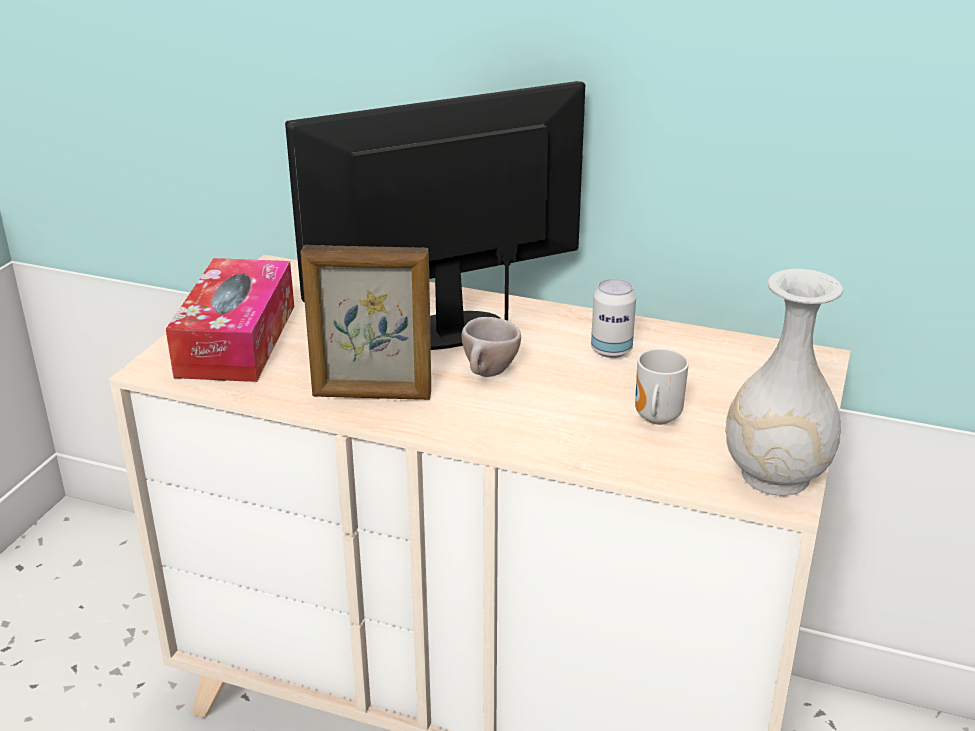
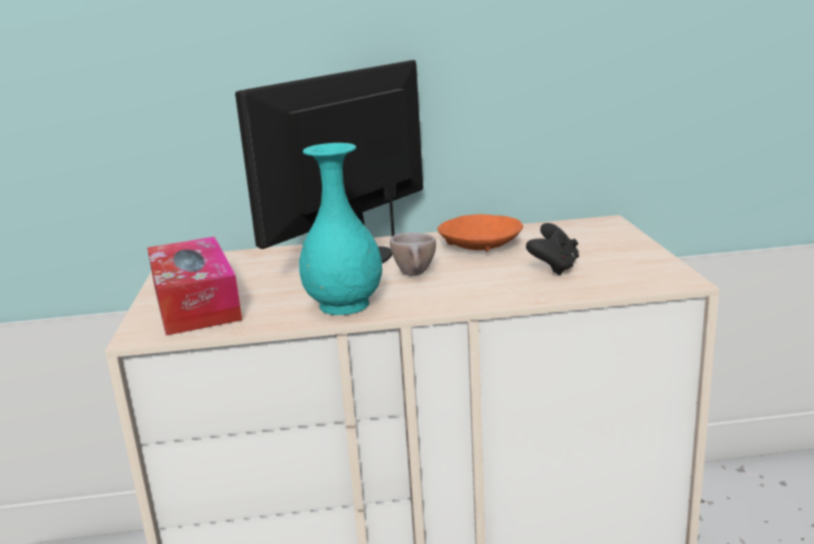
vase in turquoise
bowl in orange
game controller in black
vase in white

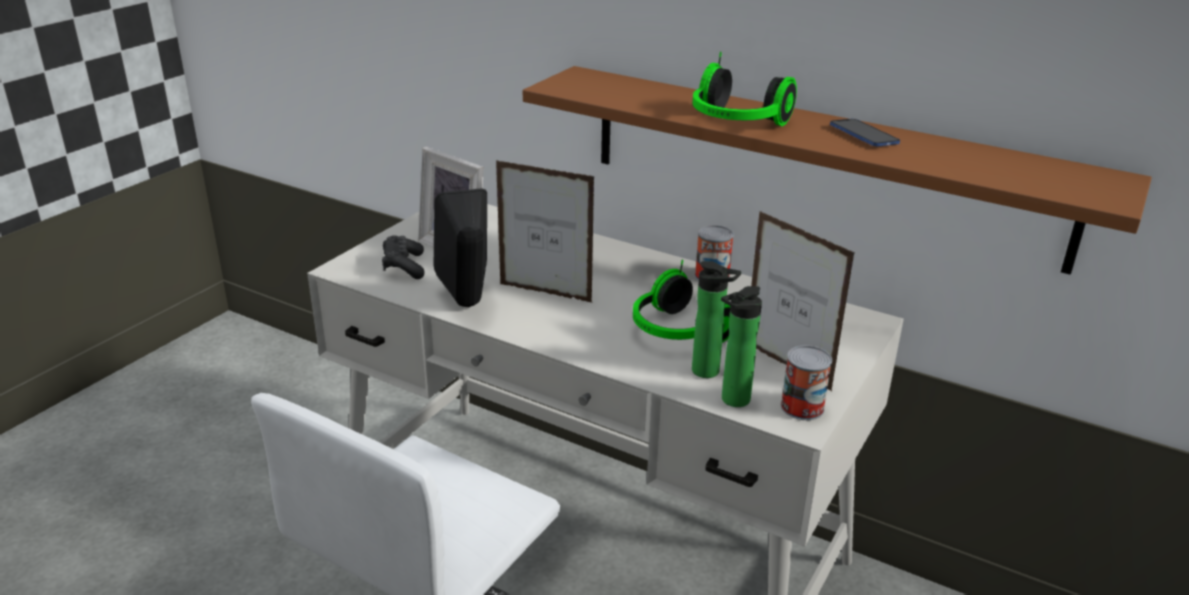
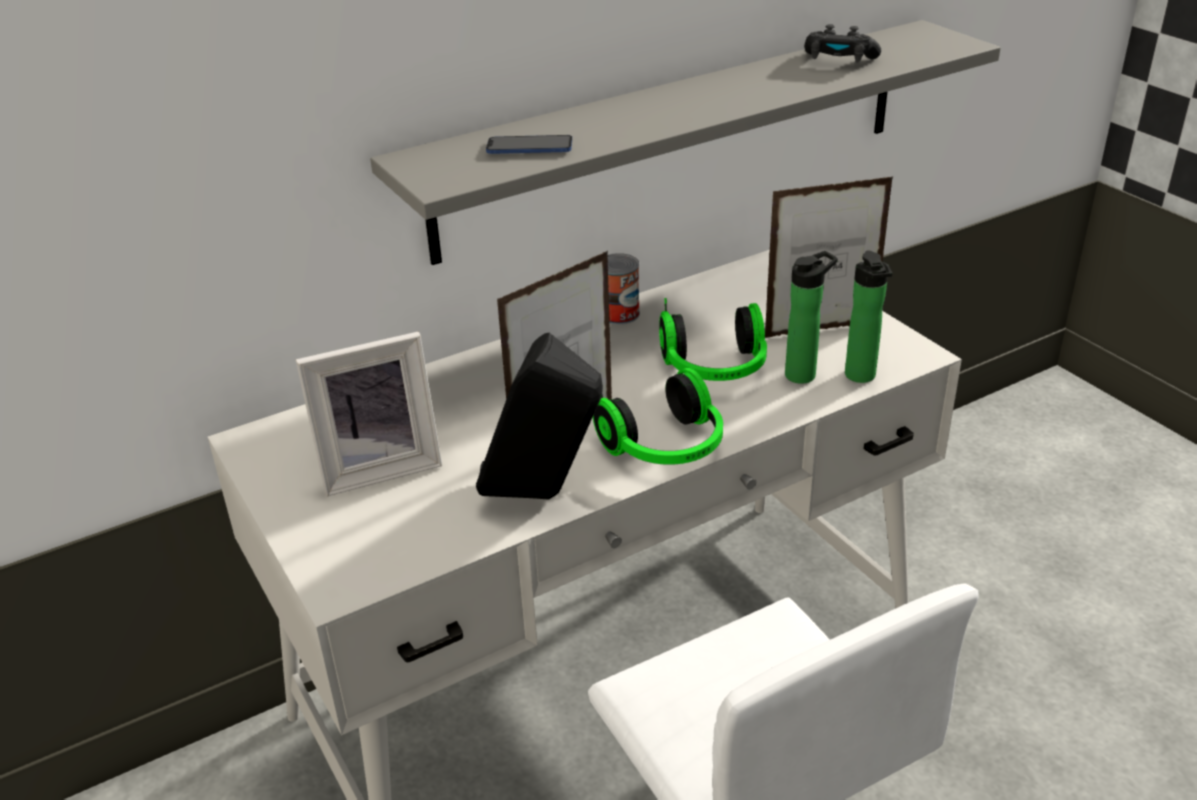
shelf in grey
phone
headphones (no. 1 from left)
game controller in black
can (no. 2 from left in the first image)

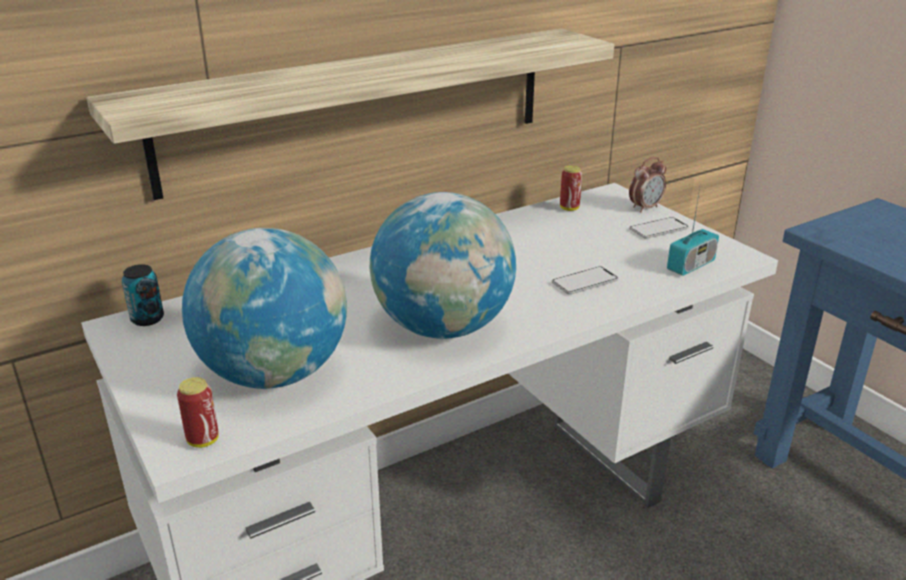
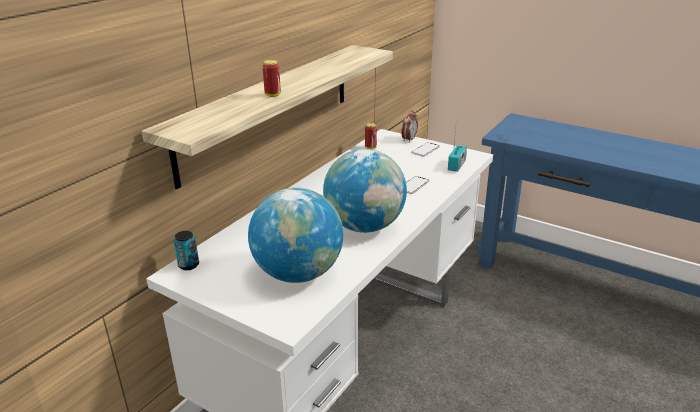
can (no. 2 from left)

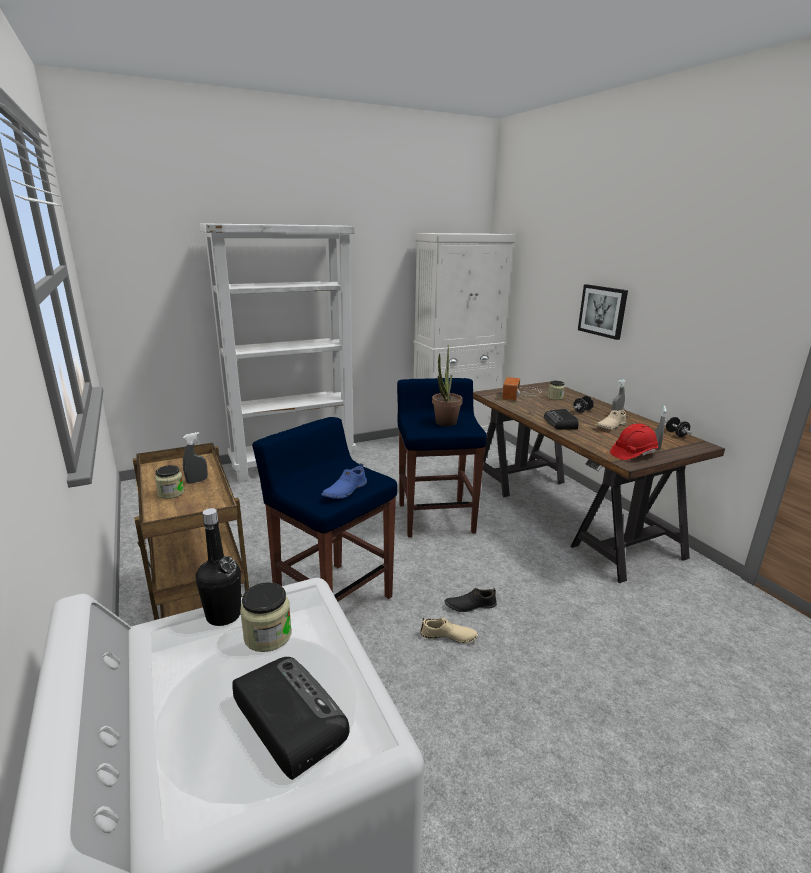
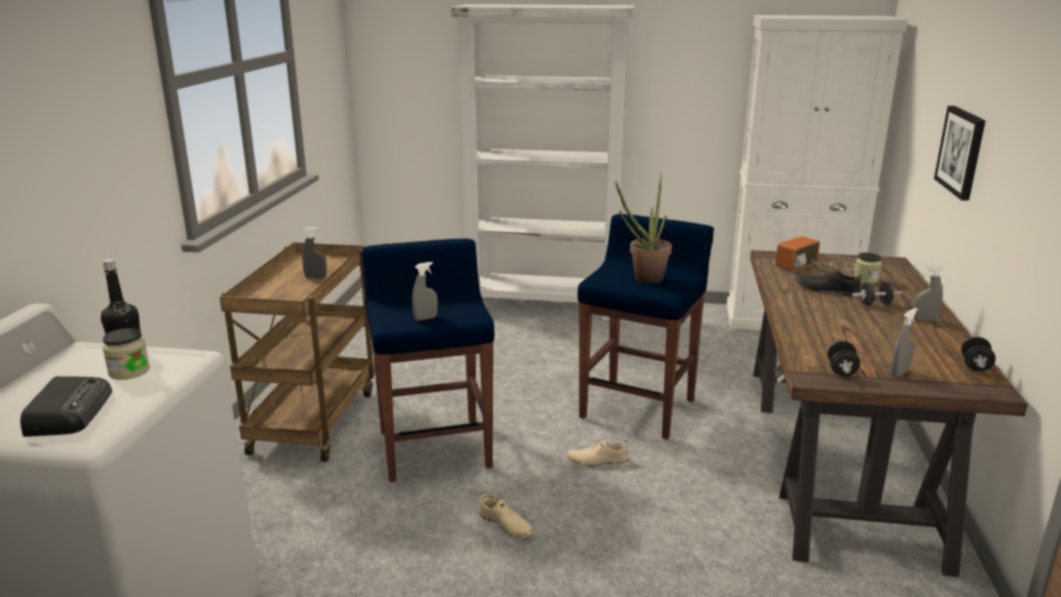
spray bottle in grey (no. 2 from left)
shoe in beige (no. 2 from left)
shoe in black
dumbbell in black (no. 1 from left)
jar (no. 1 from left in the first image)
radio (no. 3 from left in the first image)

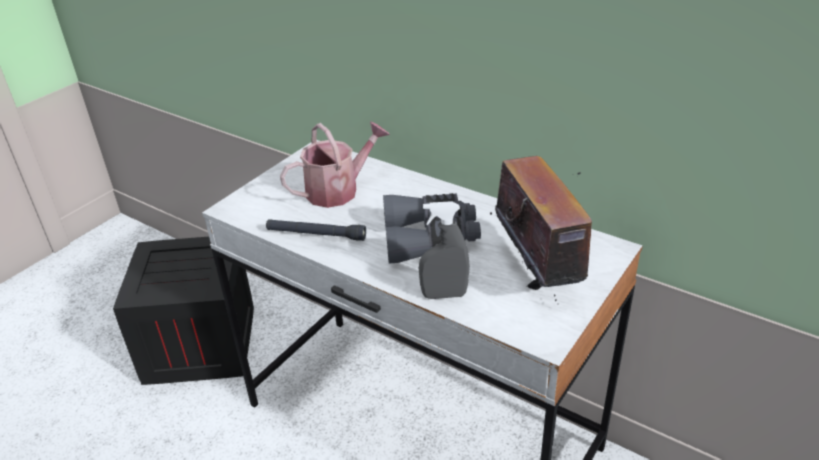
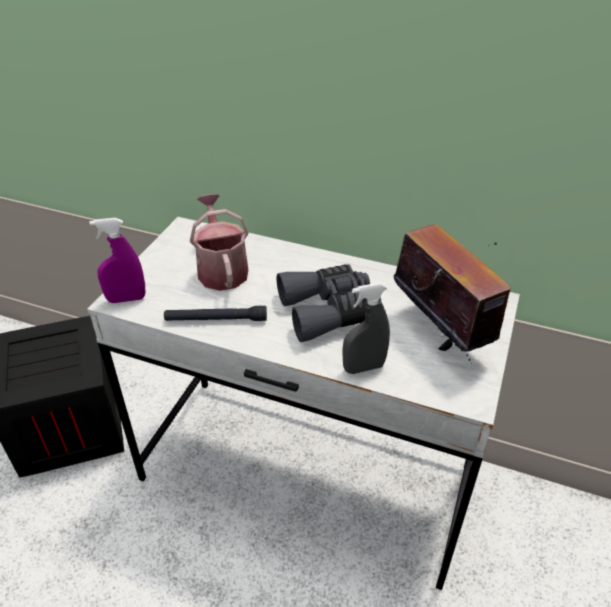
spray bottle in purple
watering can

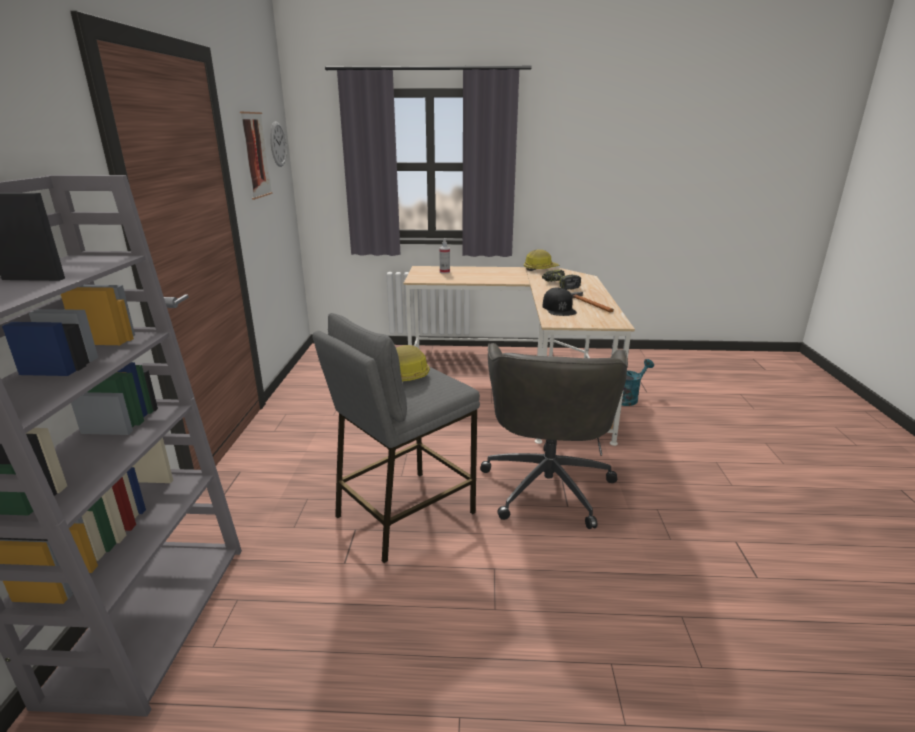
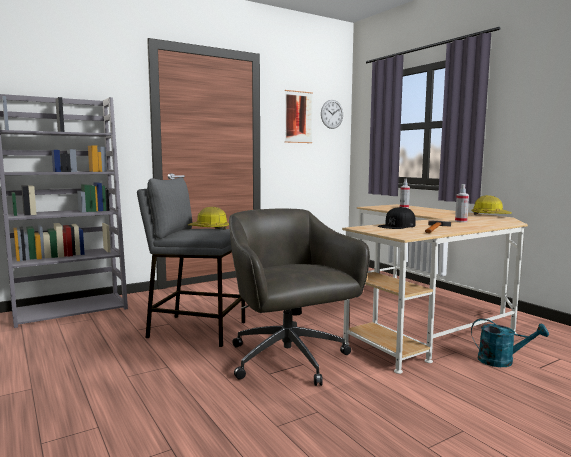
office chair in grey
spray bottle (no. 2 from left)

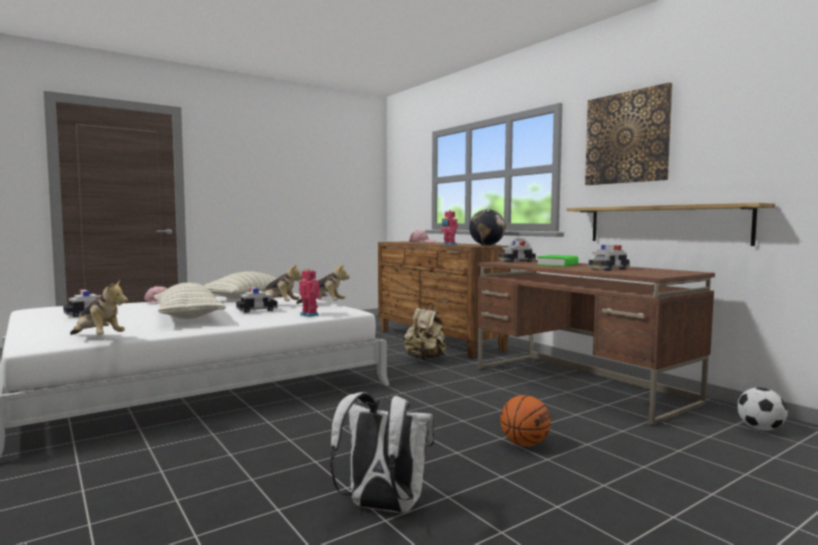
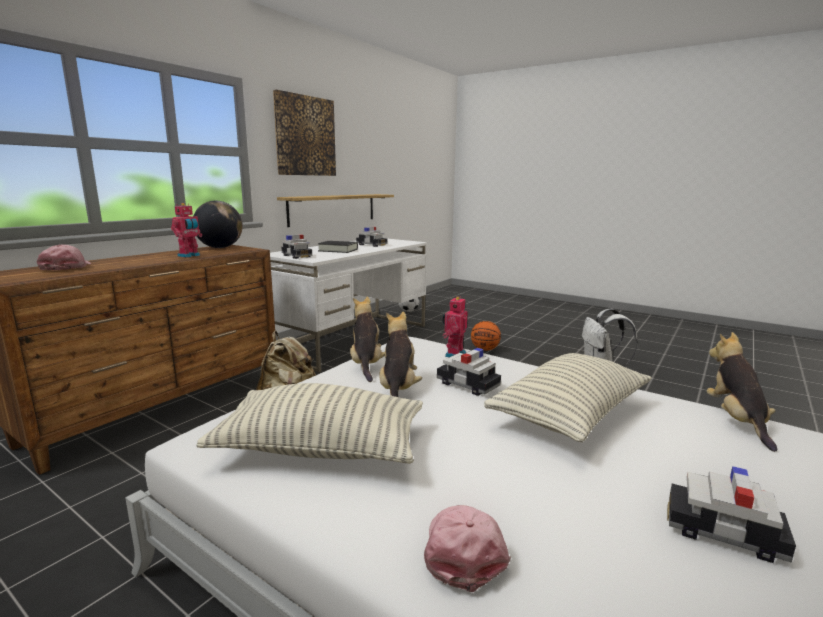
desk in white
book in black

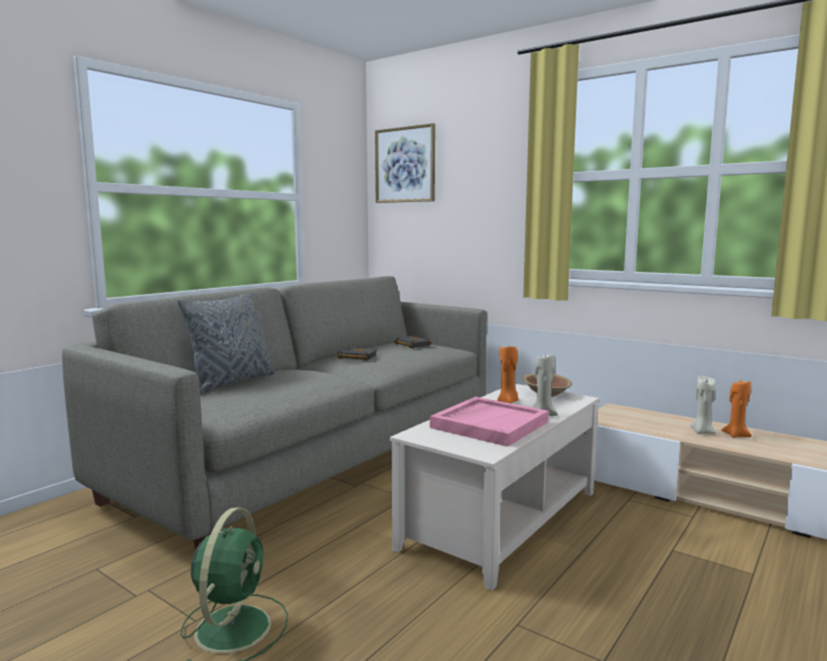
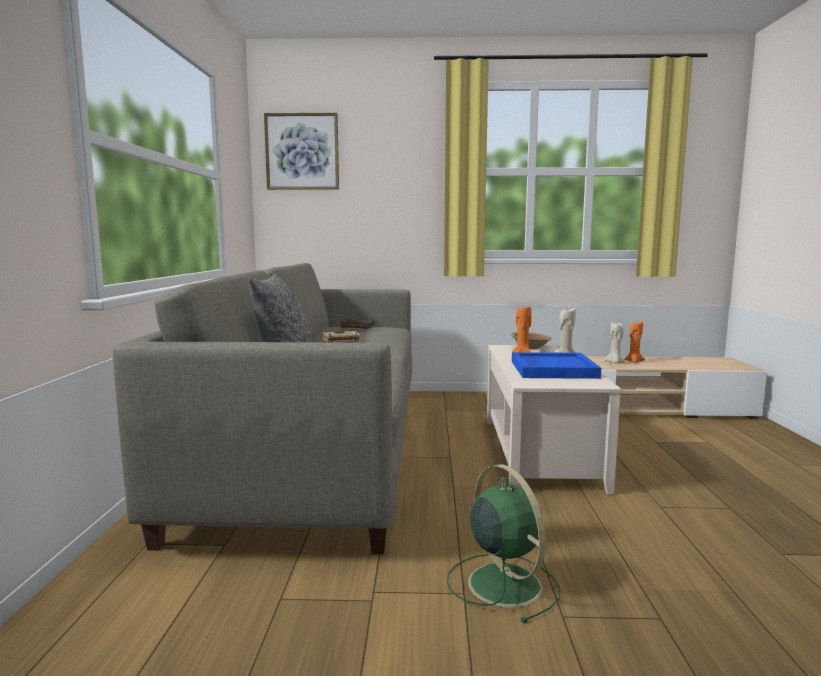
book in beige
tray in blue

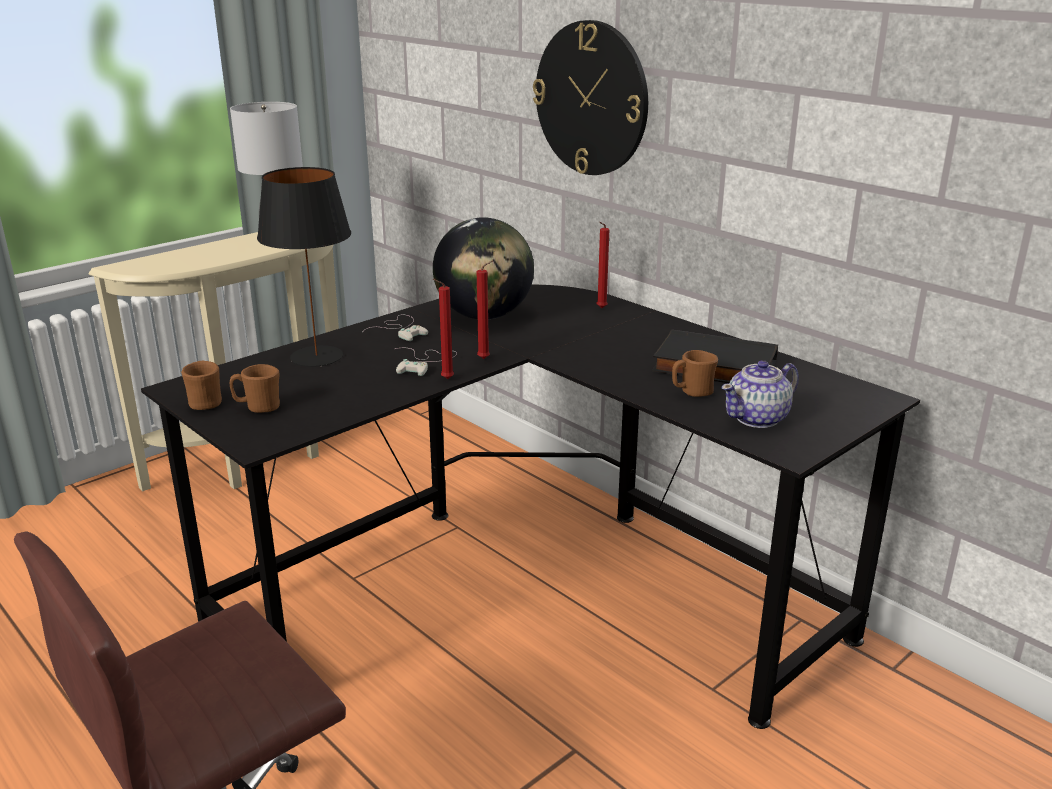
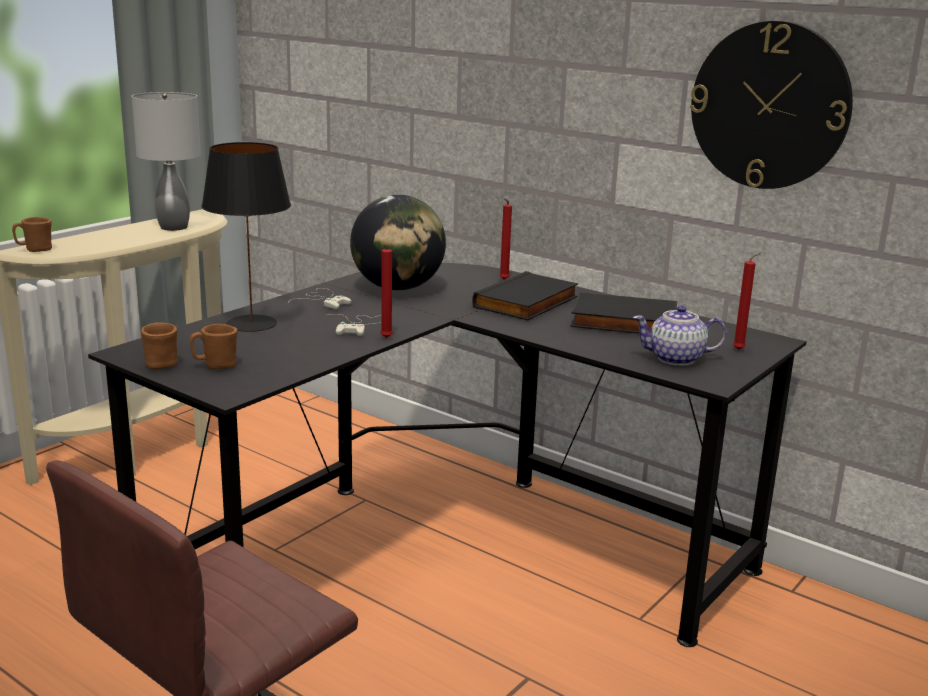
mug in brown (no. 1 from left)
book in black (no. 1 from left)
teapot
wall clock
candle in red (no. 3 from left)

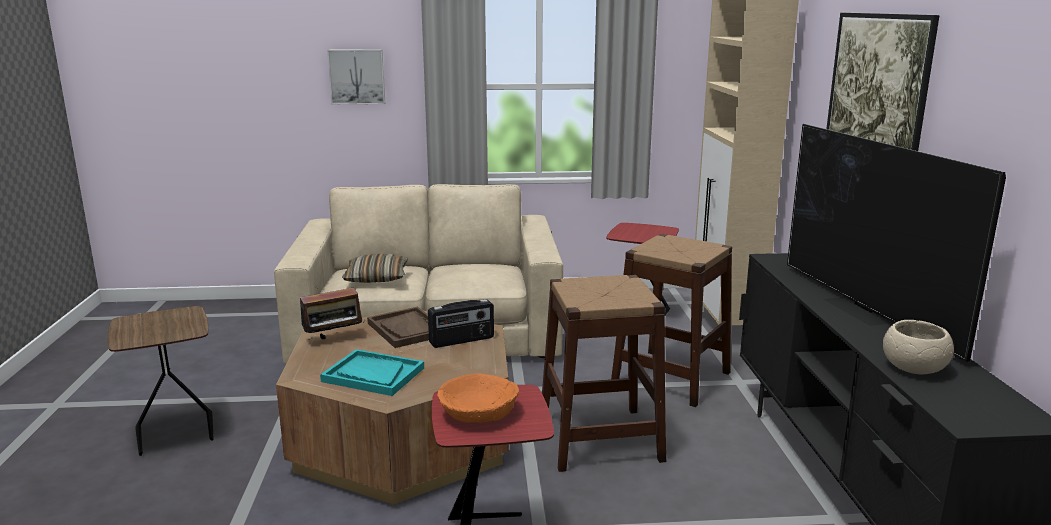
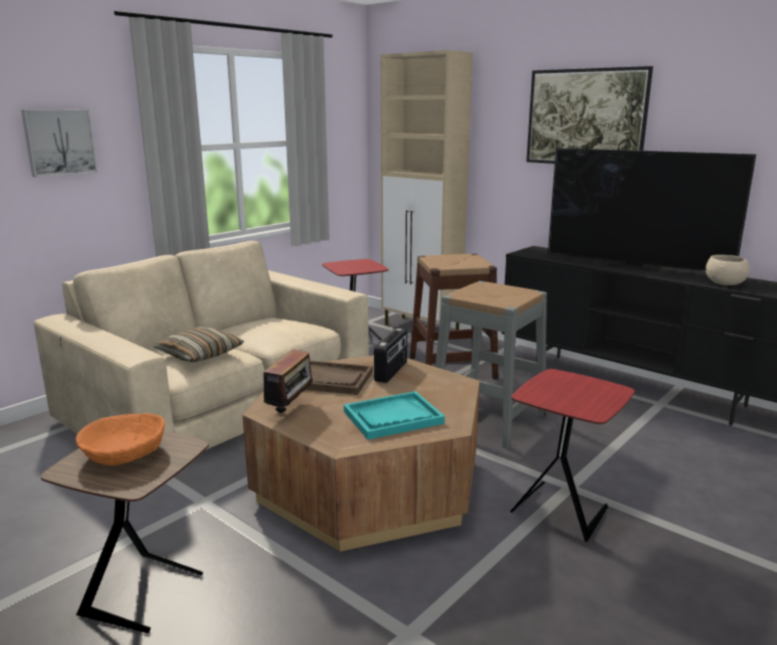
bowl in orange
stool in grey

